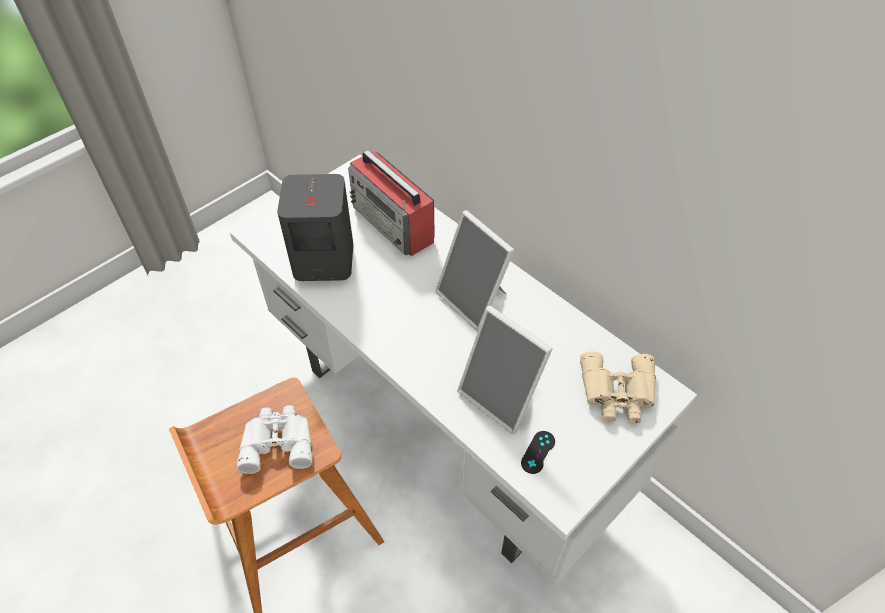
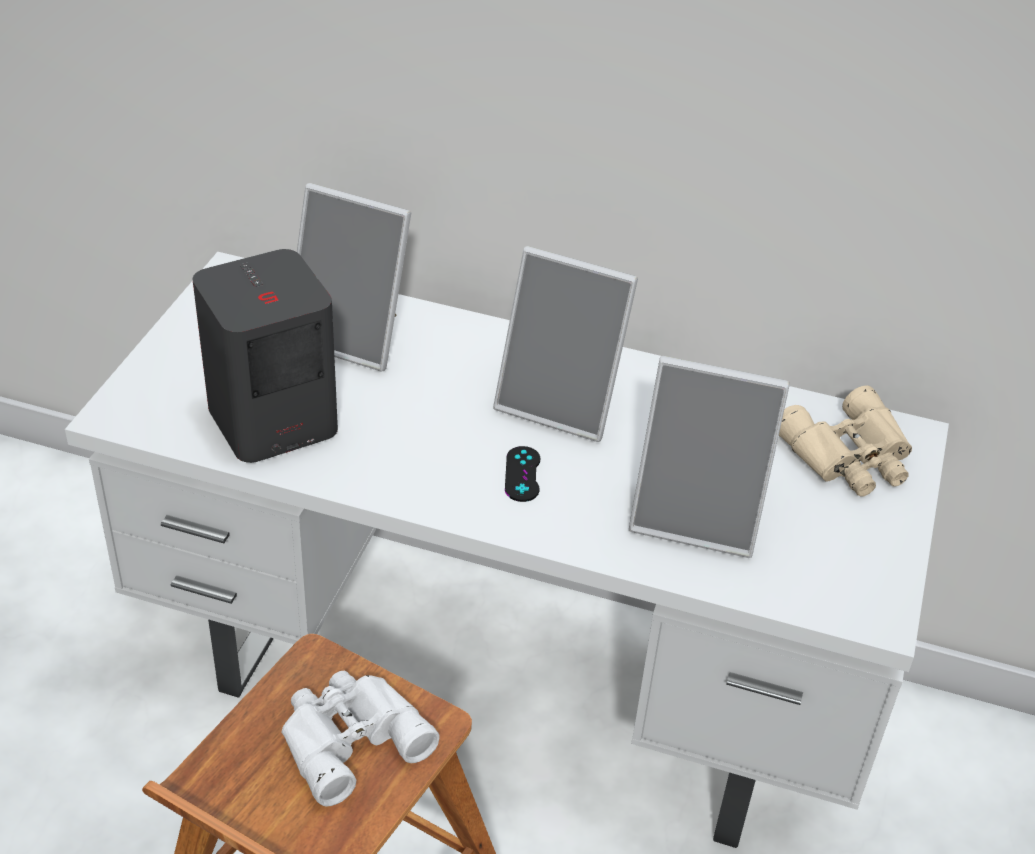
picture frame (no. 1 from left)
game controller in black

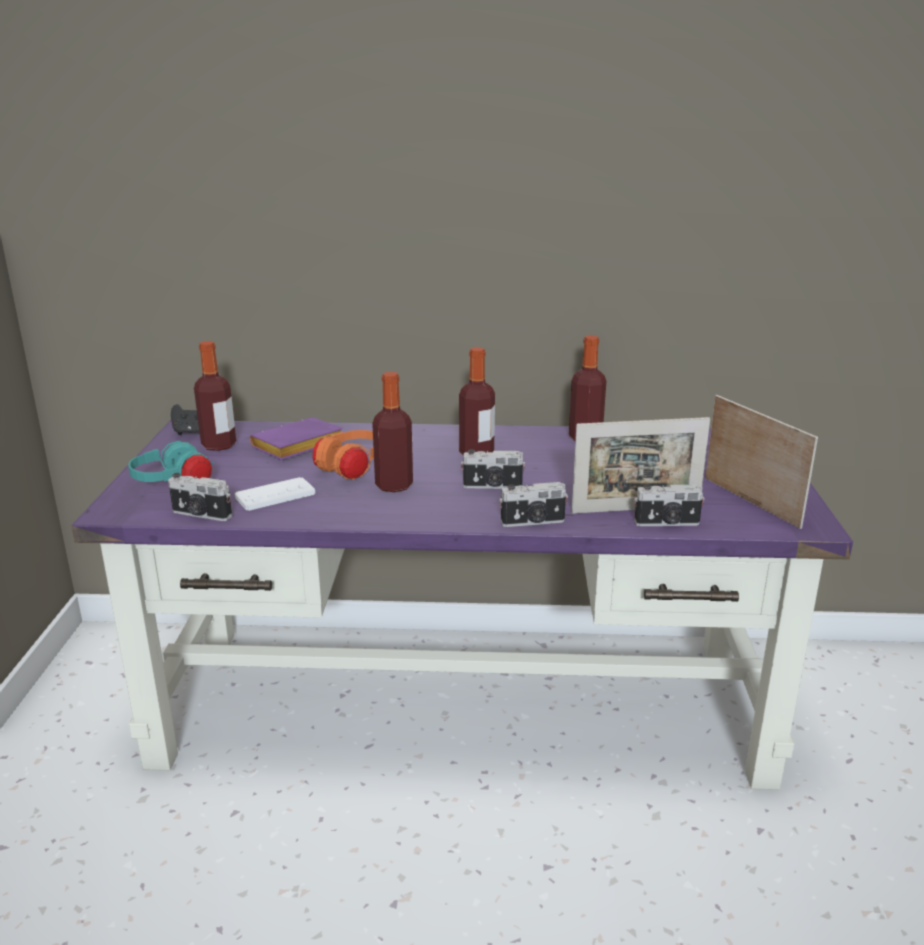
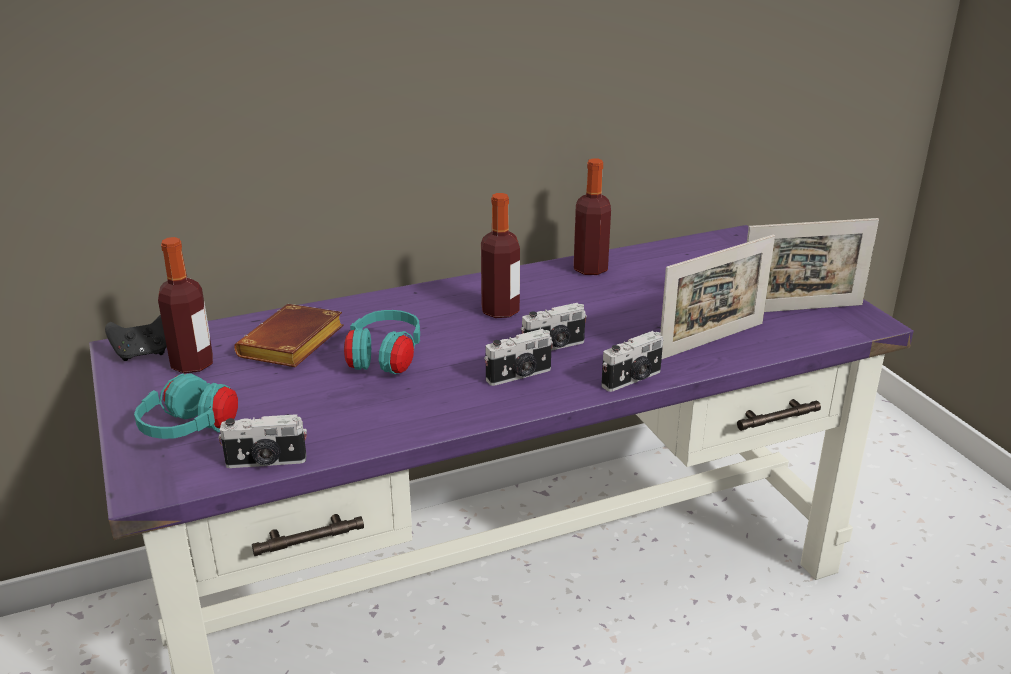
book in brown
headphones in turquoise (no. 2 from left)
photo camera (no. 2 from left)
picture frame (no. 2 from left)
game controller in white
bottle (no. 2 from left in the first image)

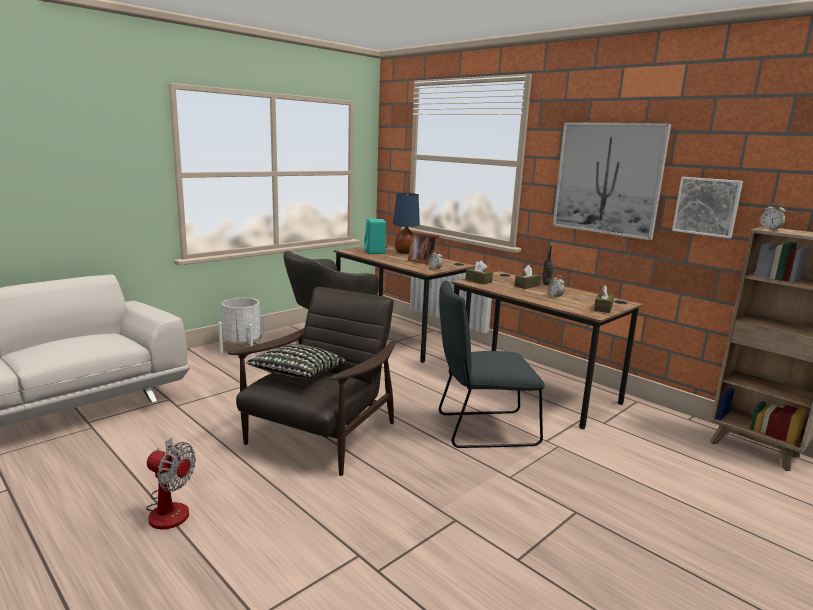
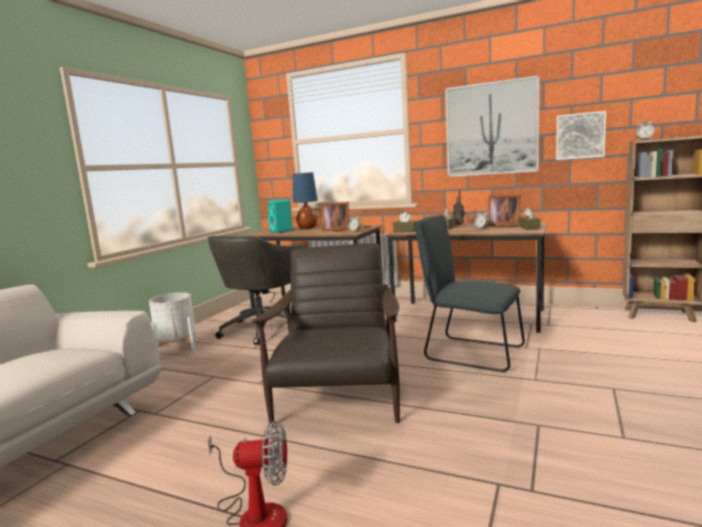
chair in grey
picture frame (no. 2 from left)
pillow

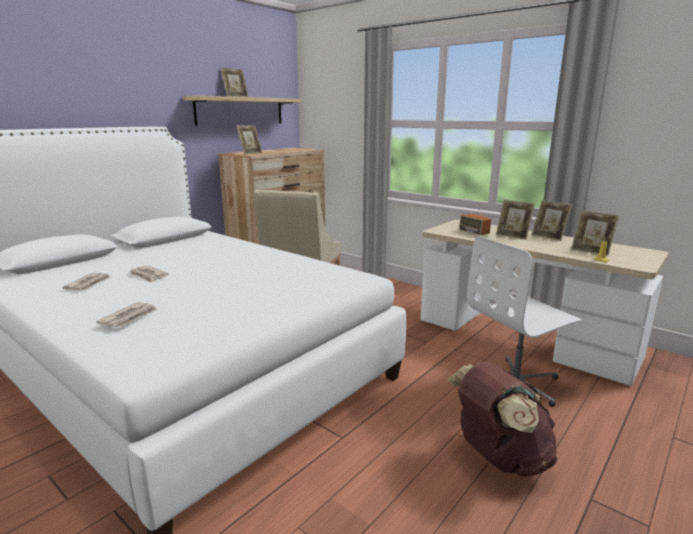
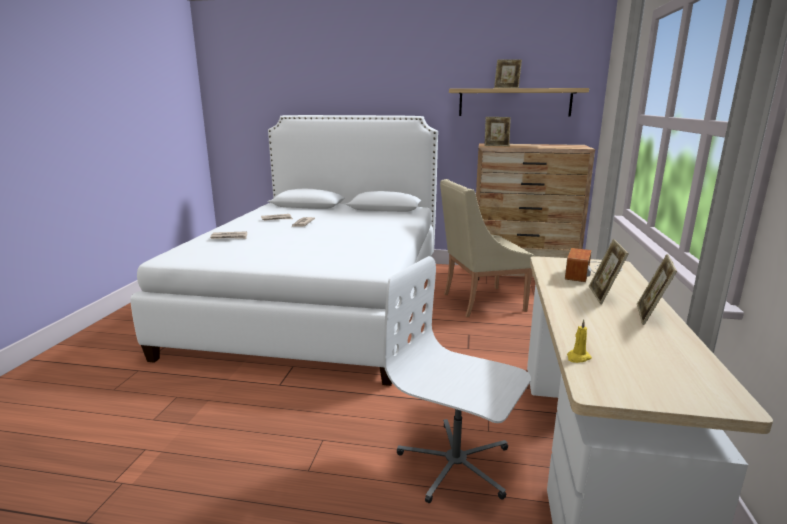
backpack in brown
picture frame (no. 5 from left in the first image)

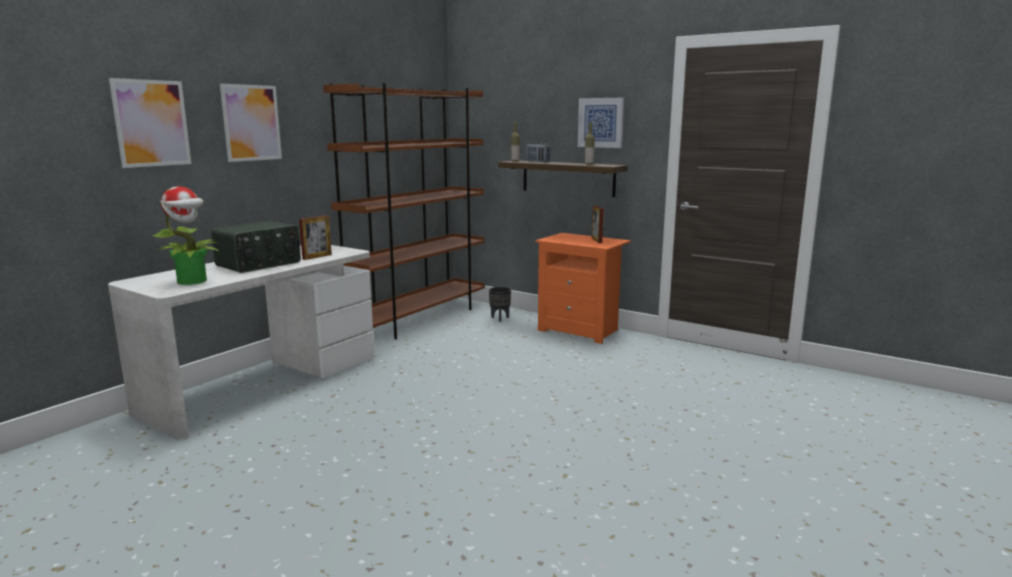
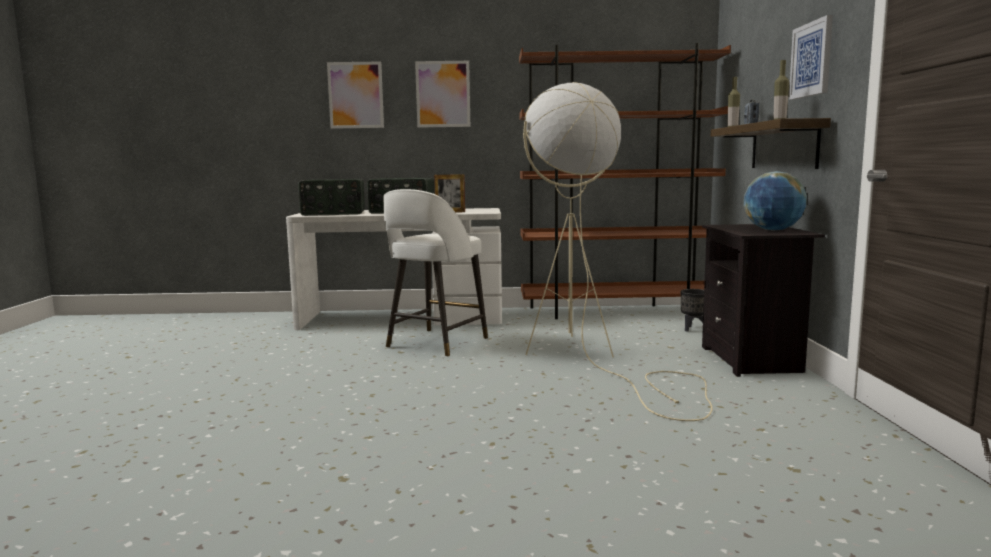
radio (no. 1 from left)
stool in white
floor lamp in beige
nightstand in black
globe

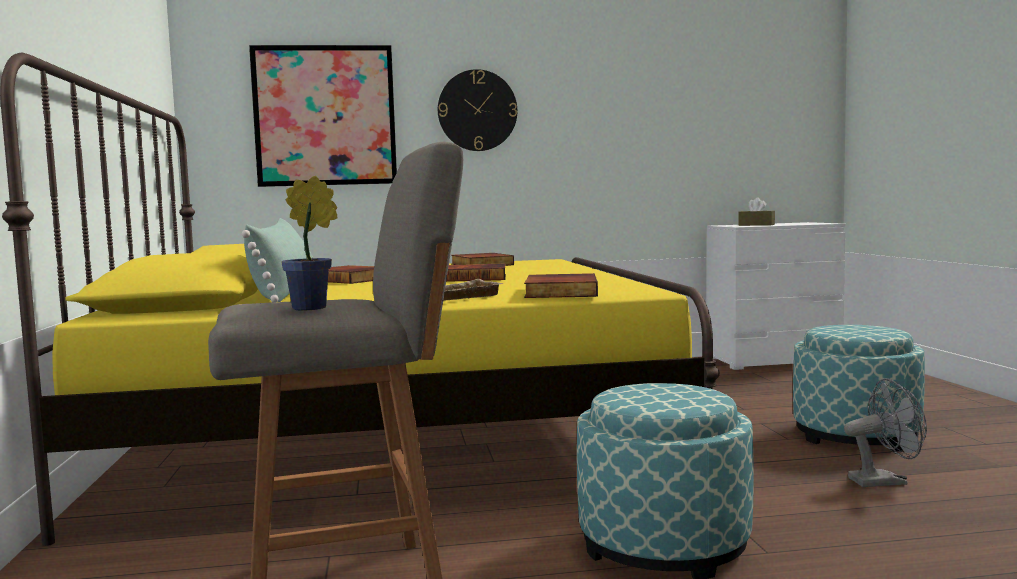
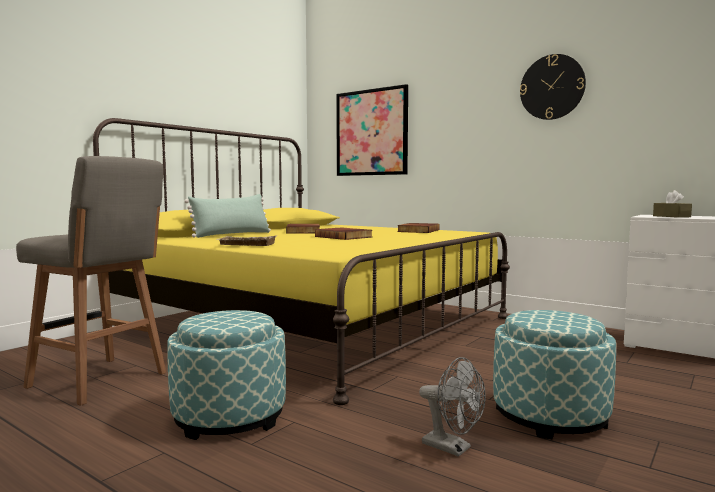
wall clock
potted plant
book (no. 4 from left in the first image)

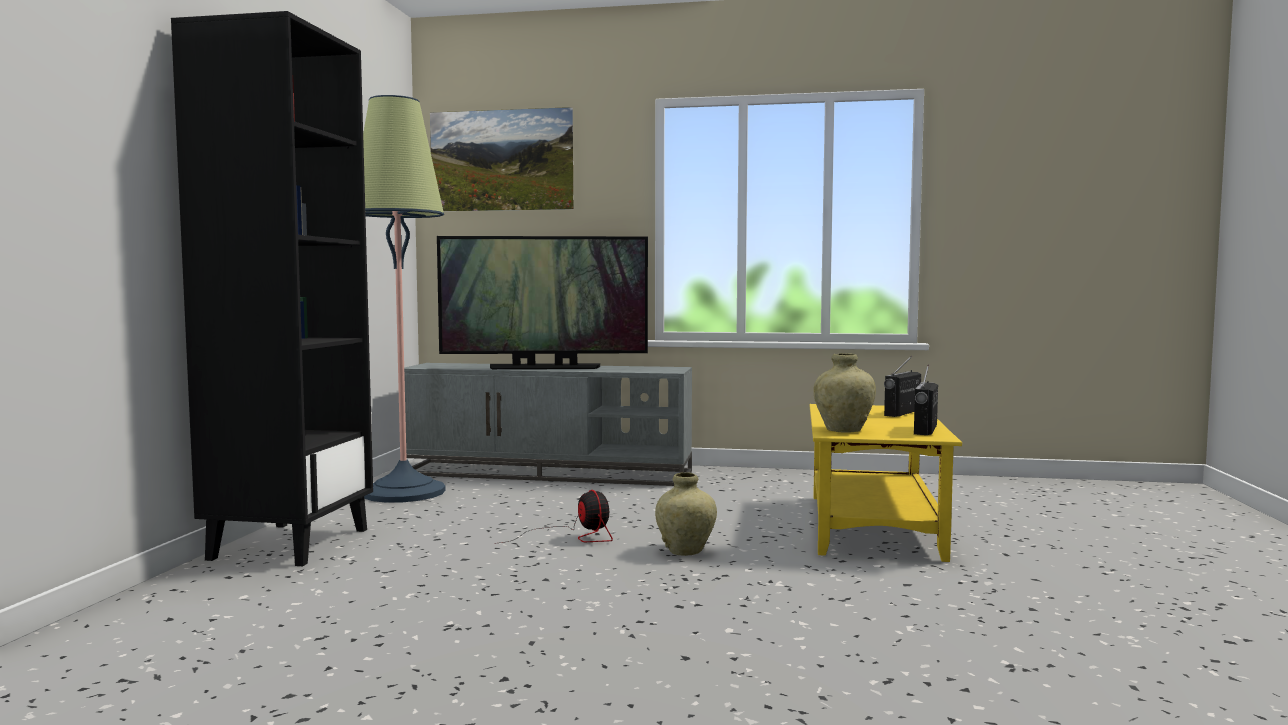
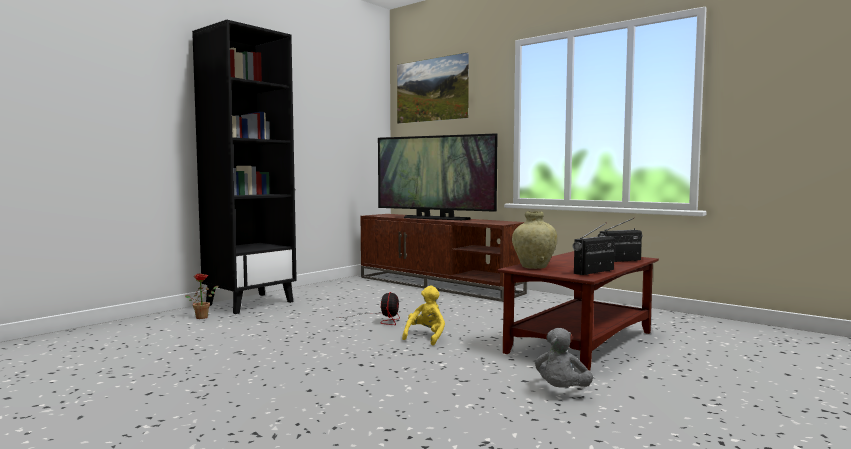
potted plant
tv stand in brown
plush toy in yellow
coffee table in brown
plush toy in grey
floor lamp

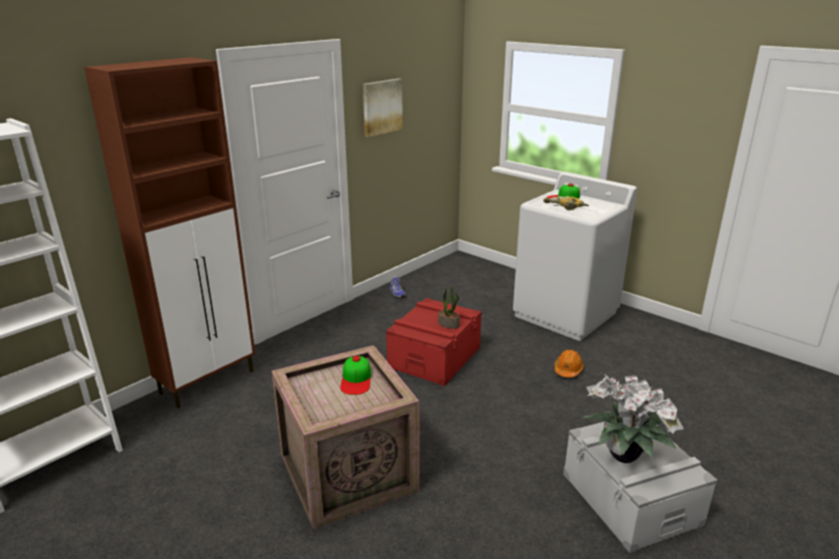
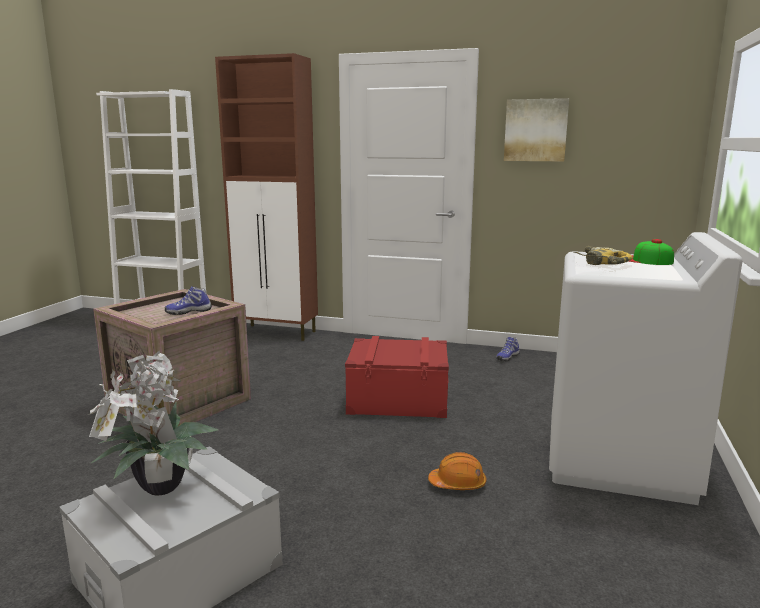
shoe (no. 1 from left)
potted plant (no. 1 from left in the first image)

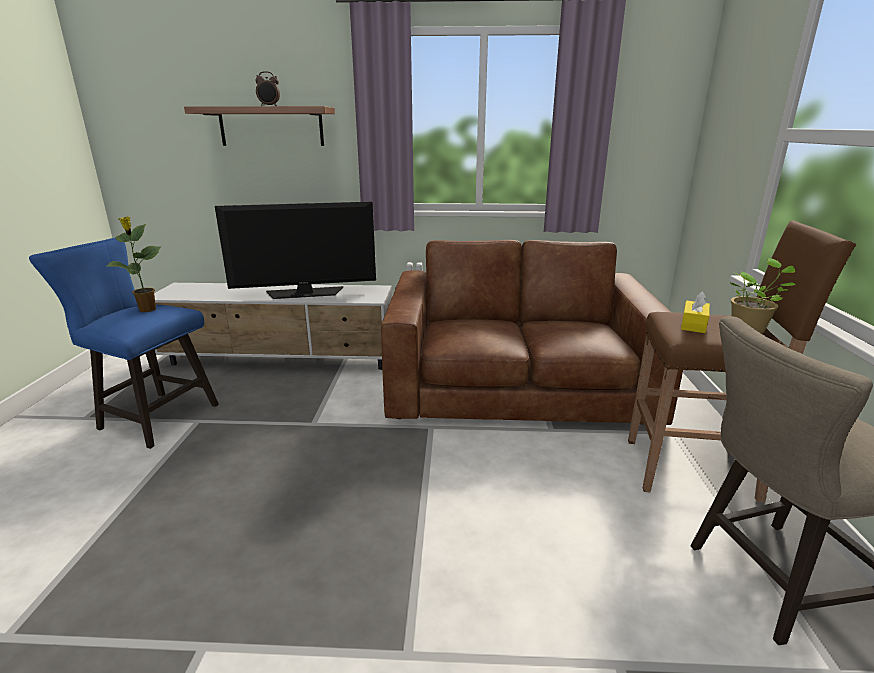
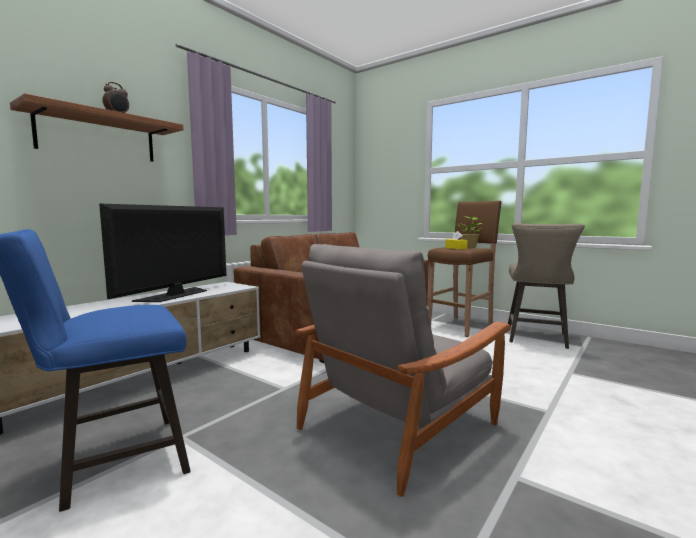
armchair in grey
potted plant (no. 1 from left in the first image)

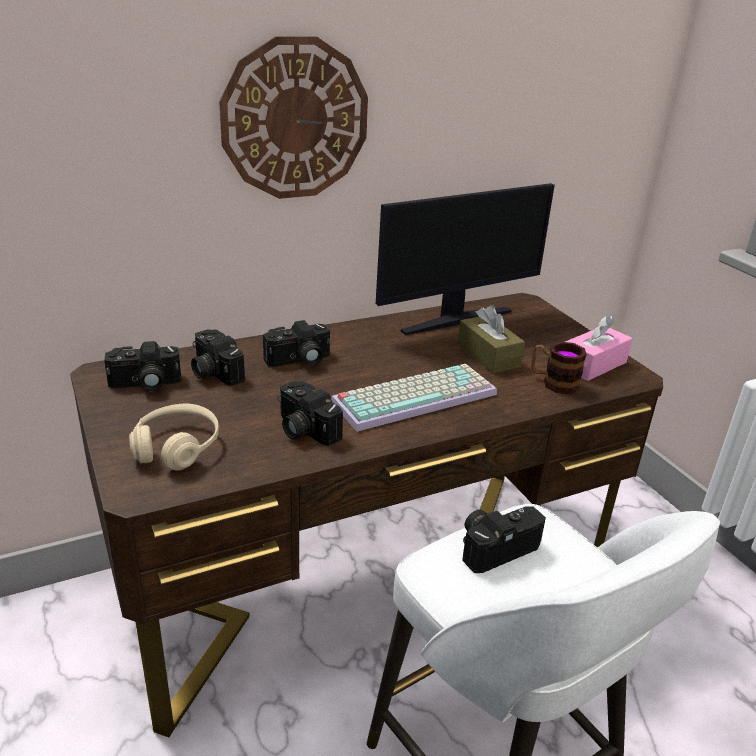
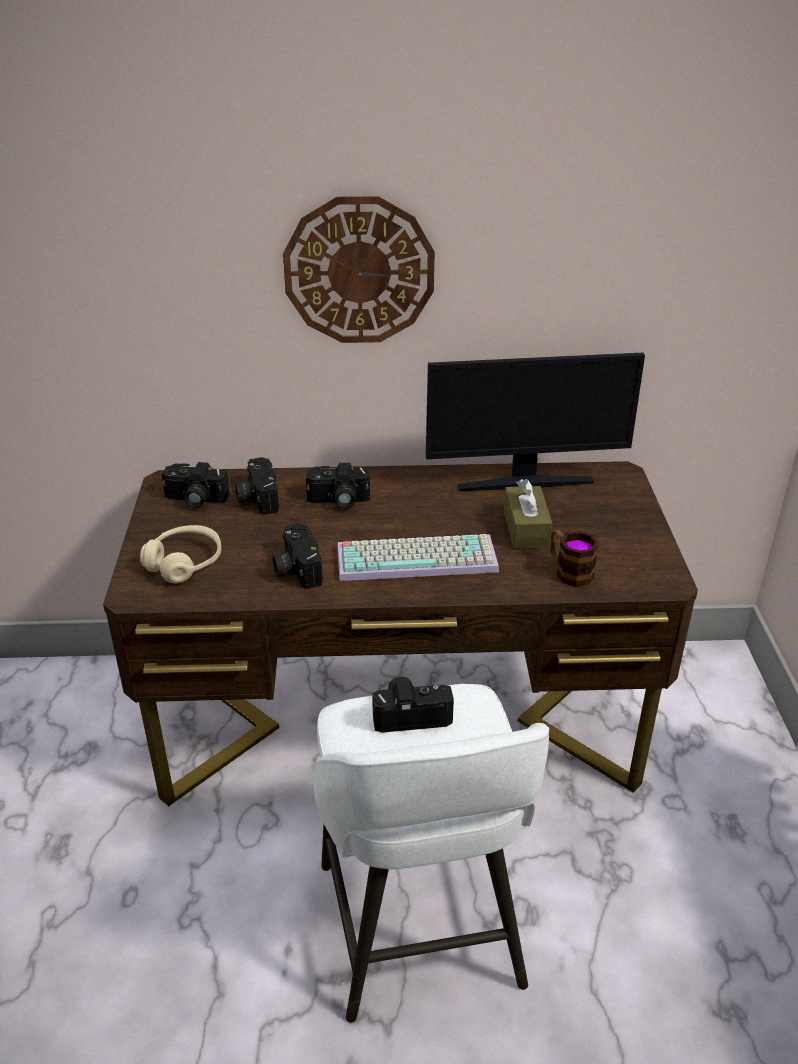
tissue box in pink

